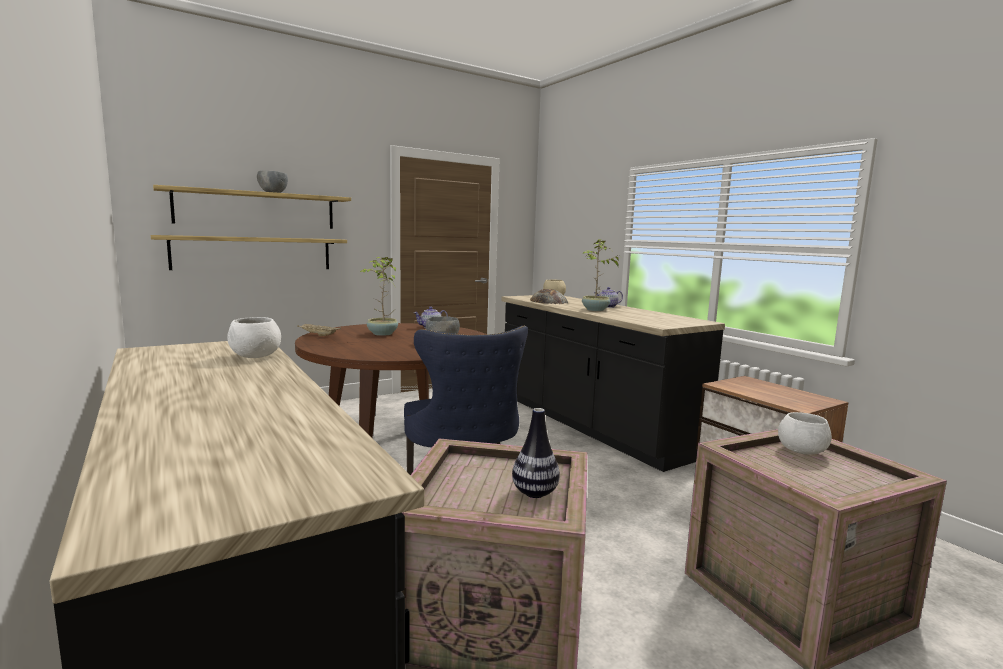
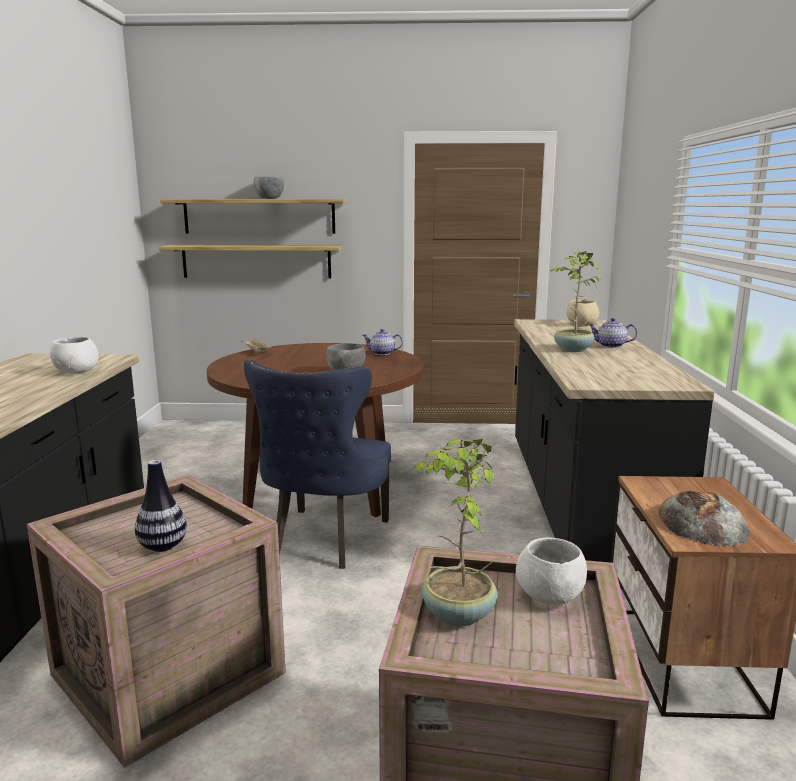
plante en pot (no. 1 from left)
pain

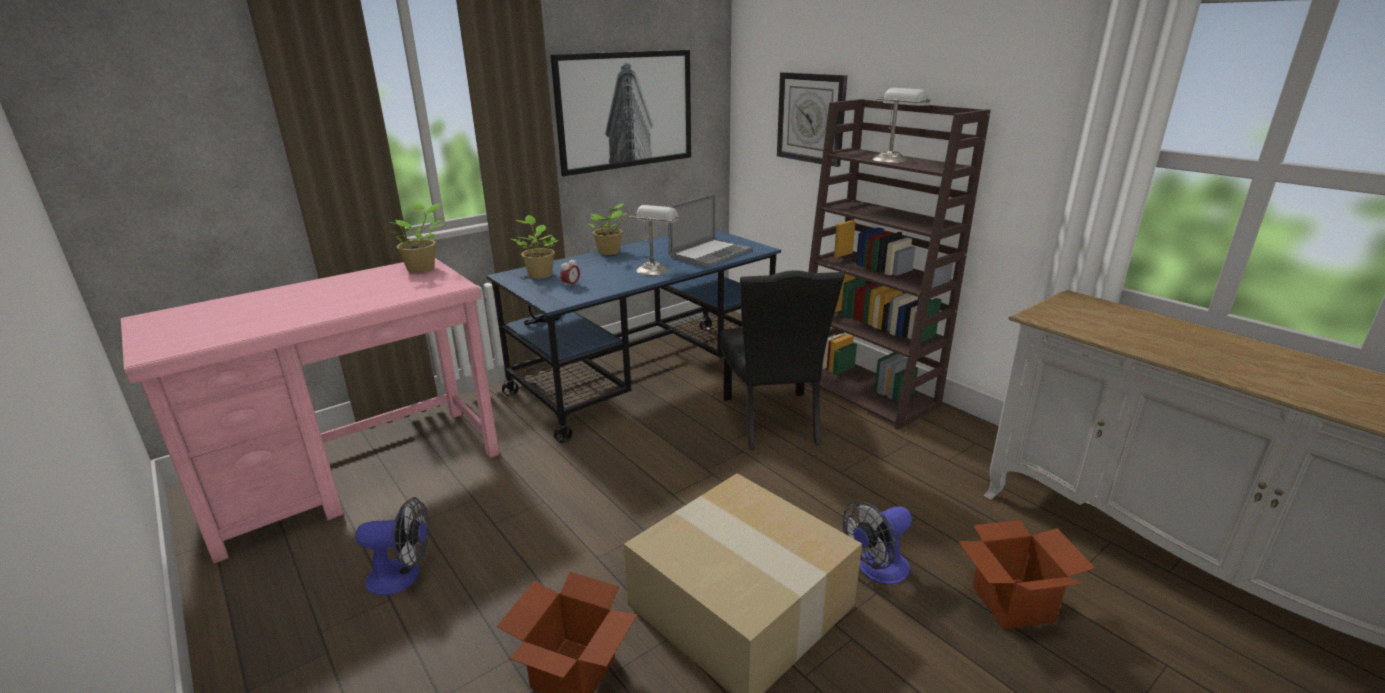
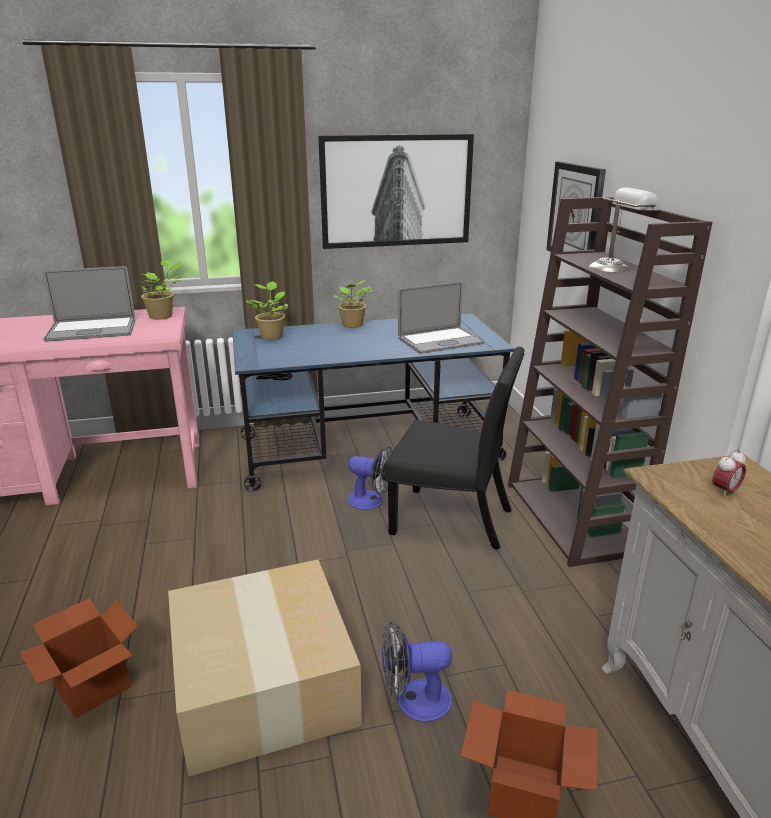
lampe de table/blanc (no. 1 from left in the first image)
réveil
chaise/noir
ventilateur (no. 1 from left)
ordinateur portable (no. 1 from left)

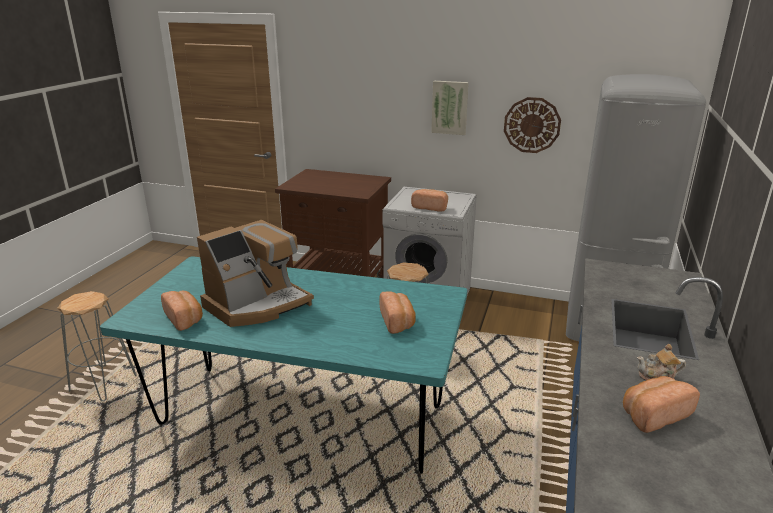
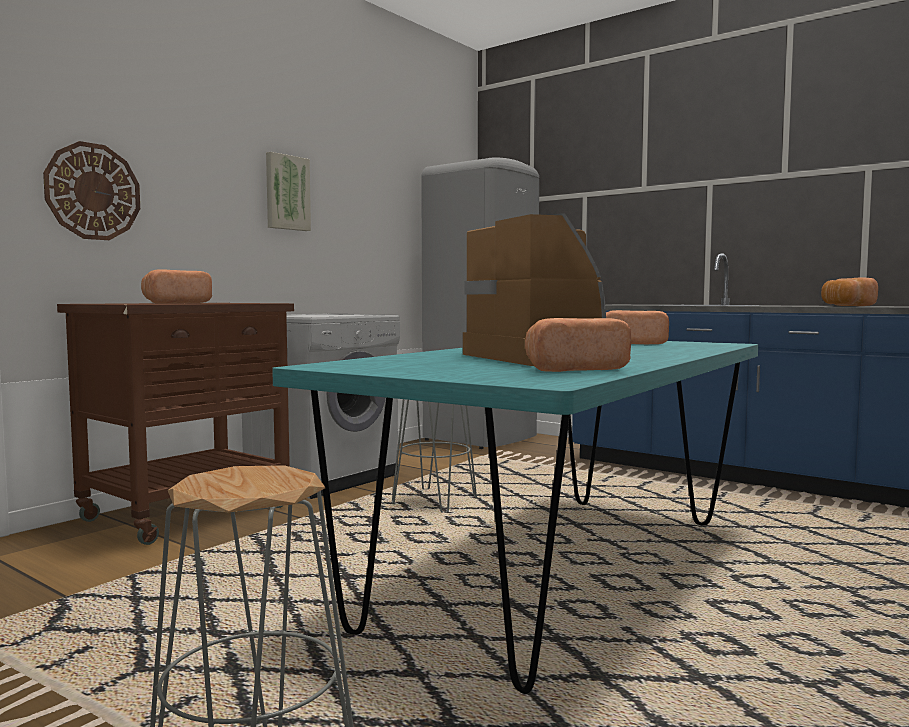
horloge murale
pain (no. 1 from left)
théière

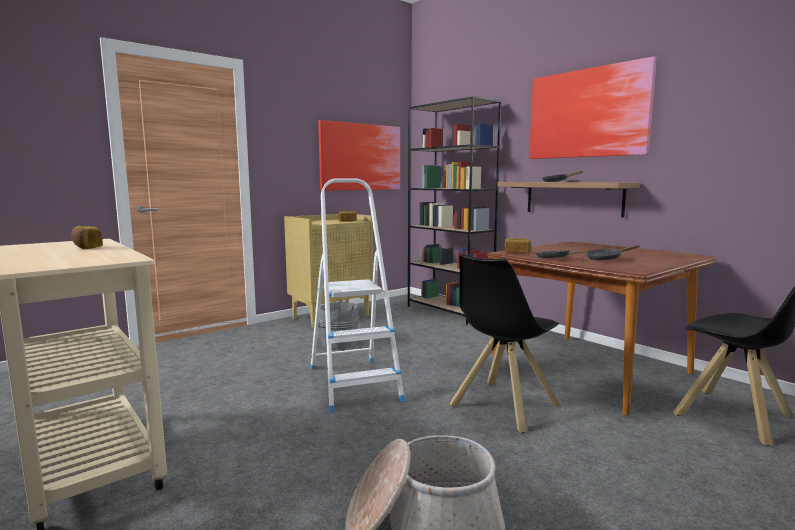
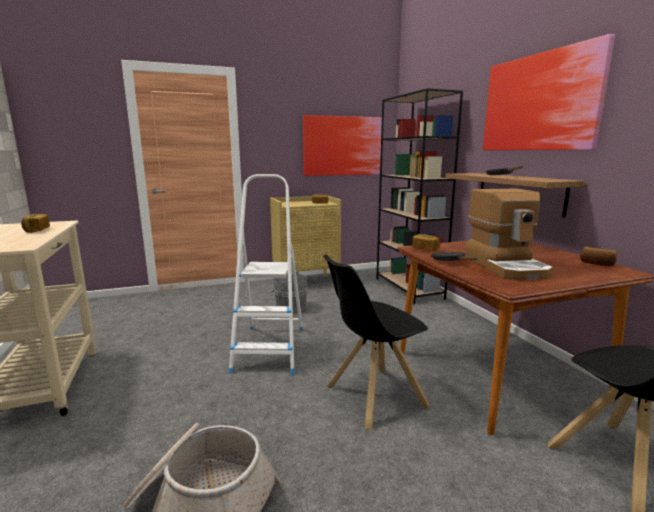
machine à café
pain (no. 4 from left)

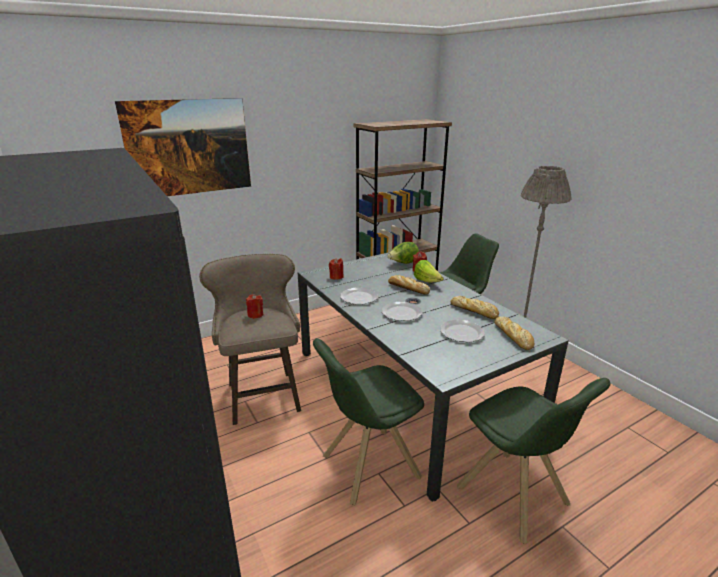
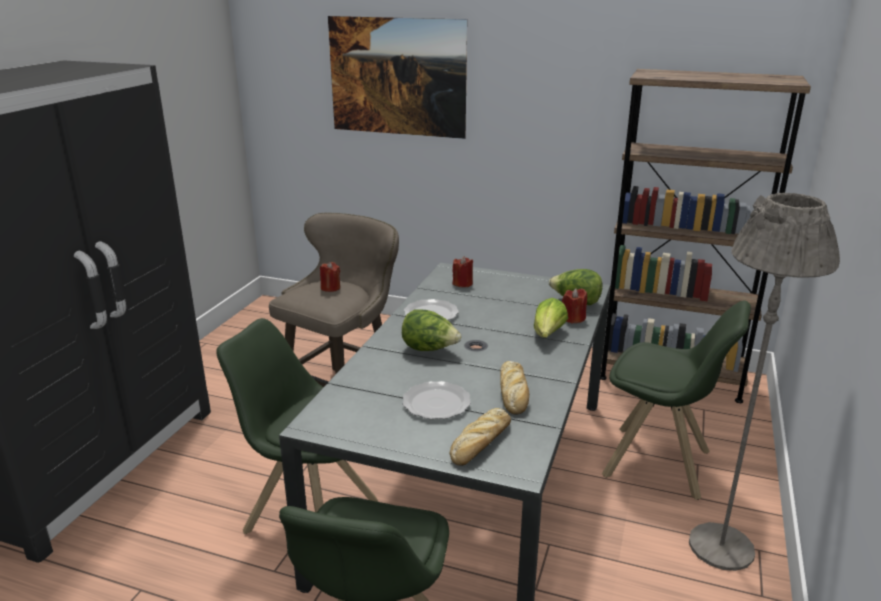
pain (no. 1 from left in the first image)
laitue (no. 1 from left)

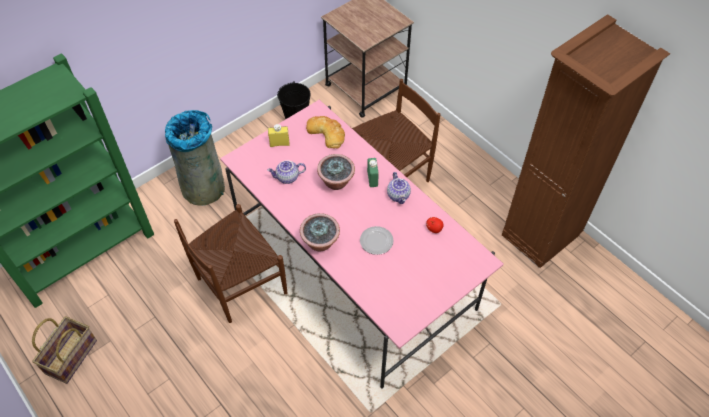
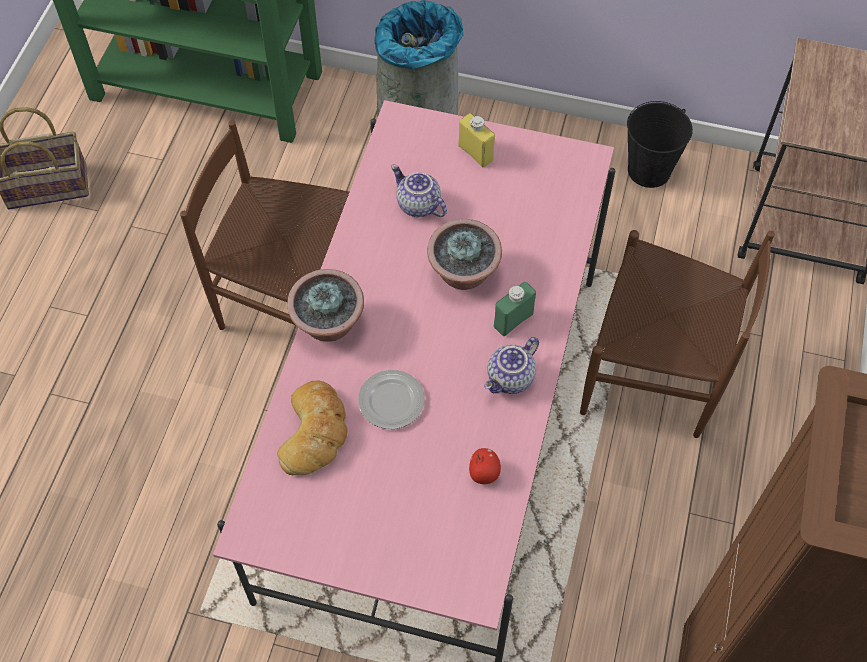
pain

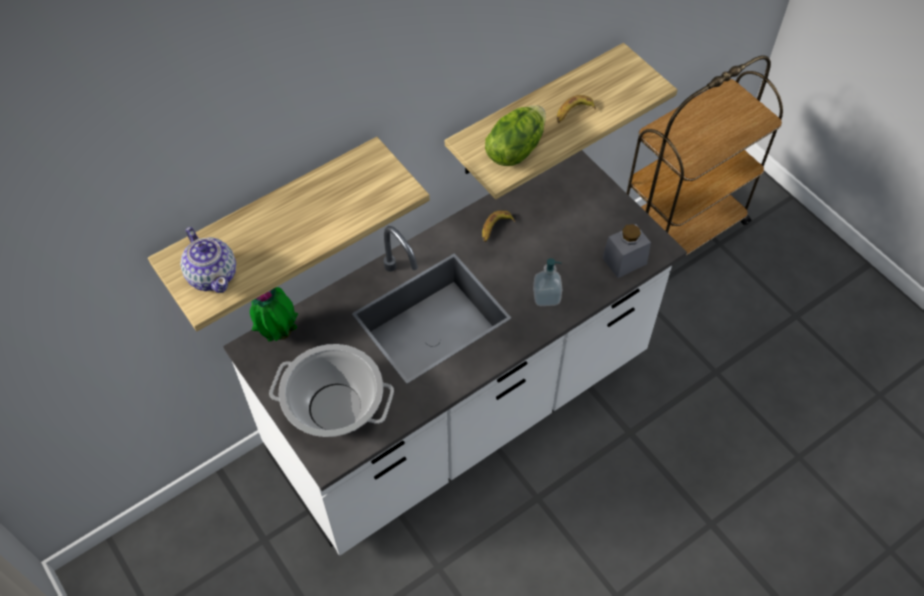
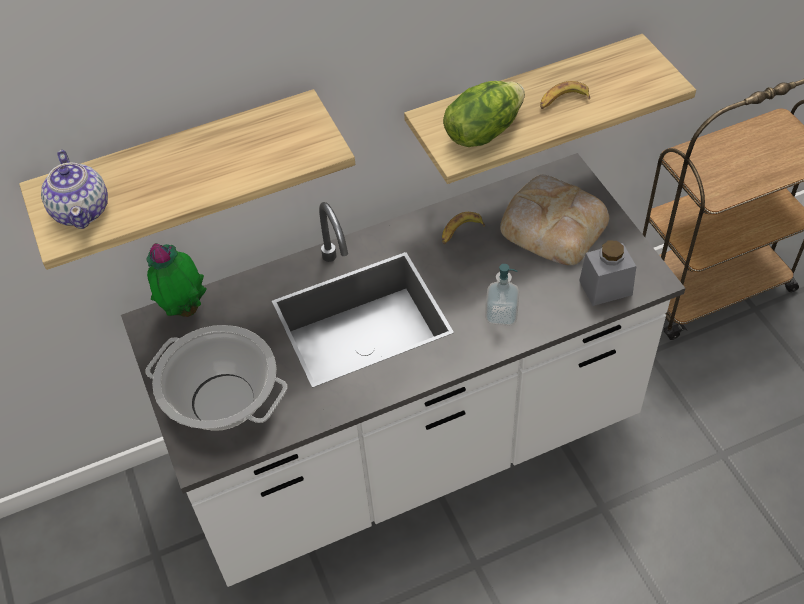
pain

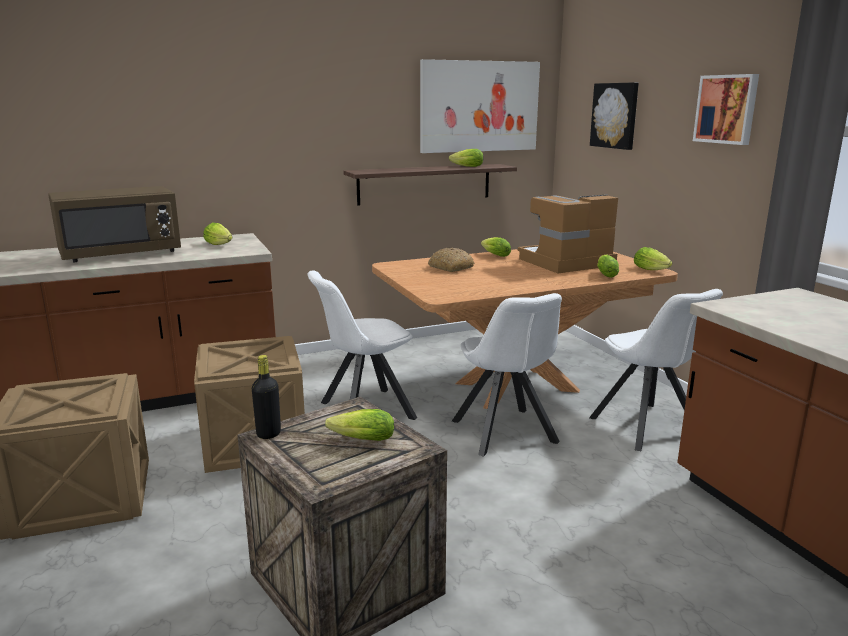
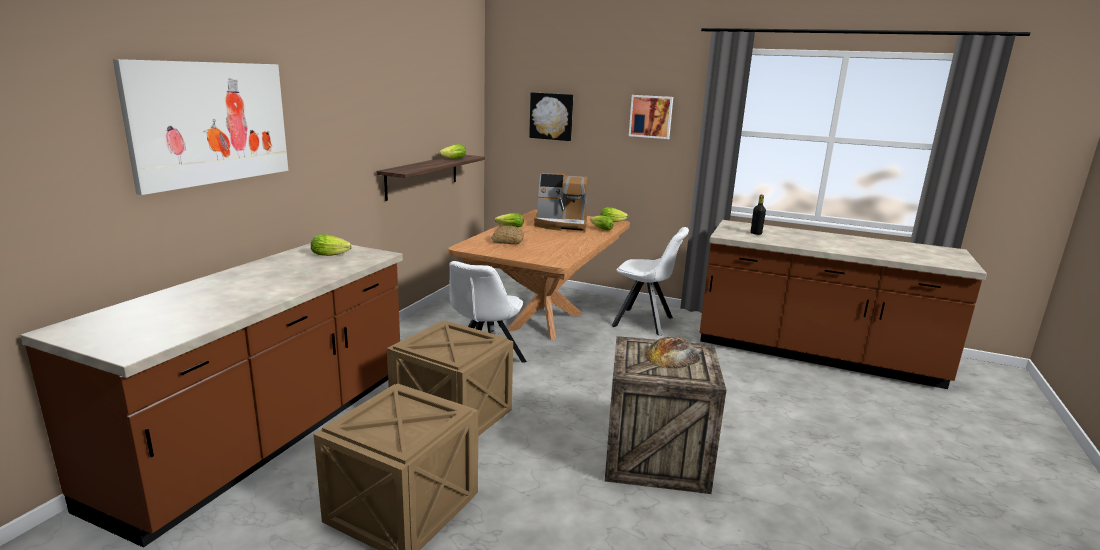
tableau (no. 1 from left)
micro-ondes/marron
machine à café
chaise/blanc (no. 2 from left in the first image)
bouteille/noir
pain (no. 2 from left)

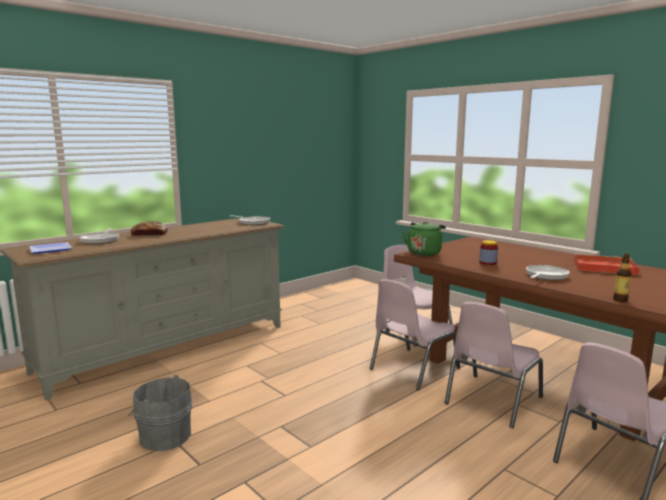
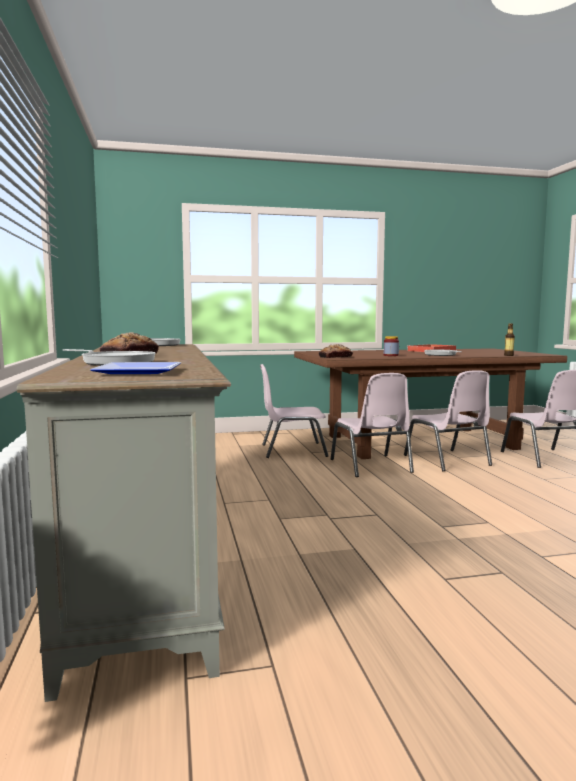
pain (no. 2 from left)
seau/gris

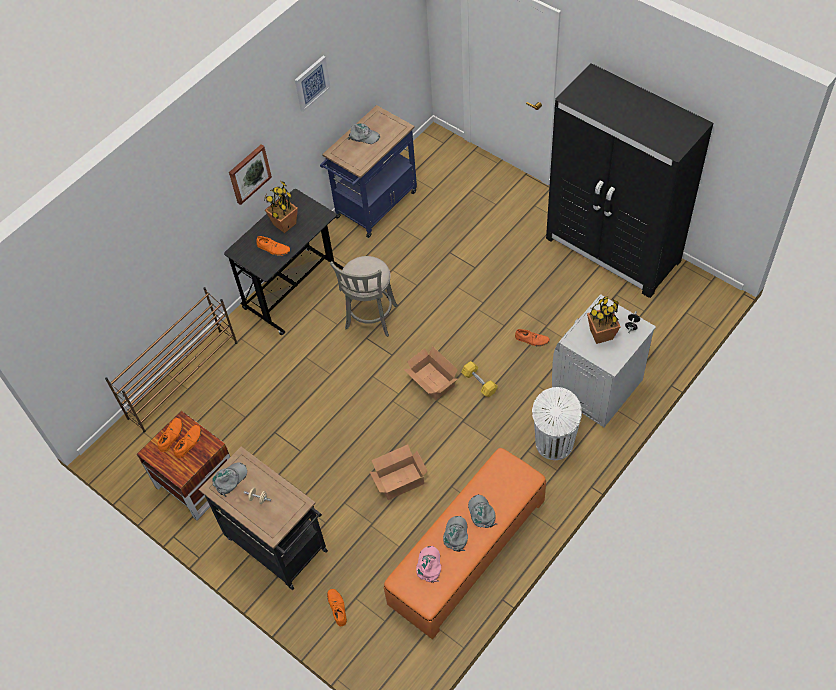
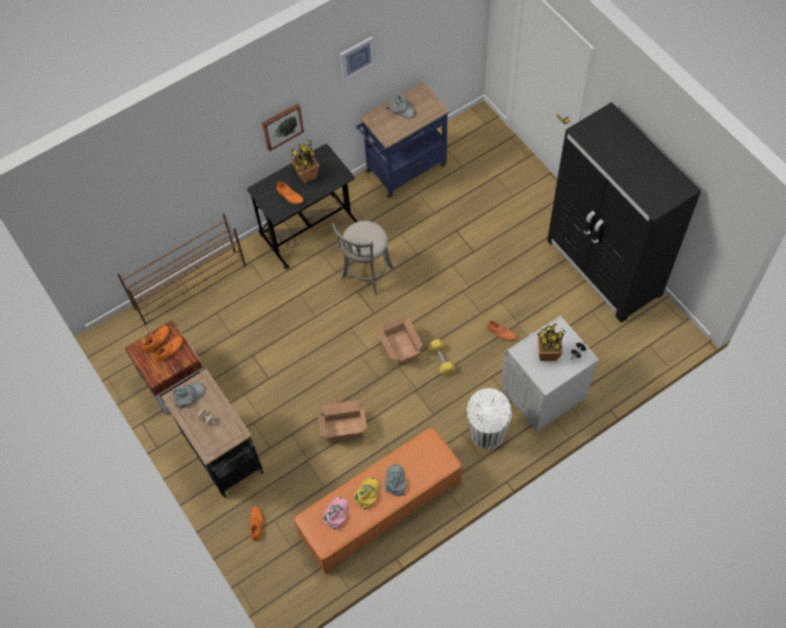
casquette/jaune

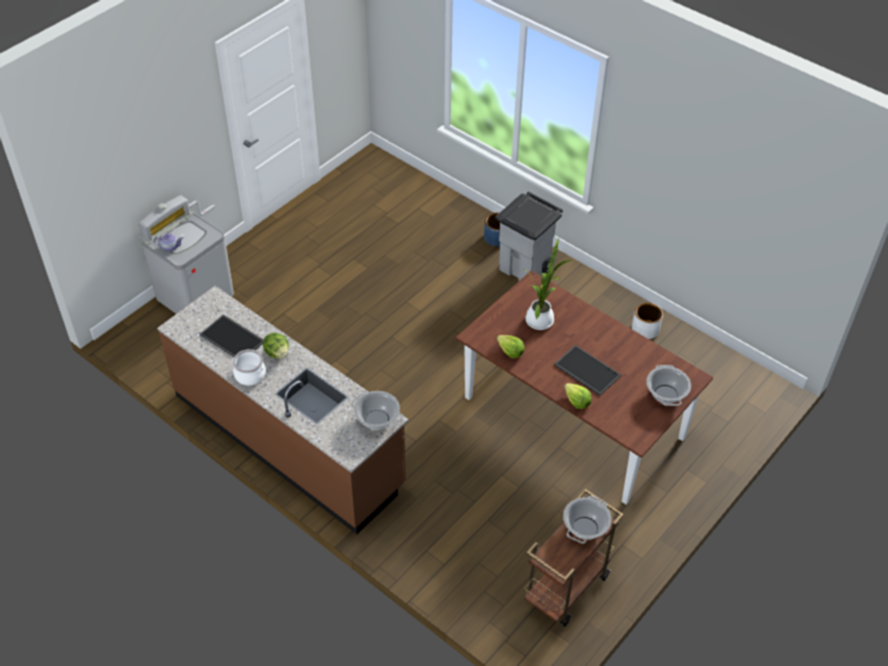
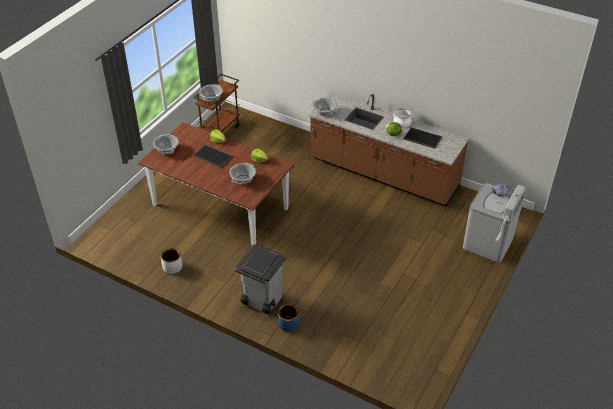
marmite (no. 3 from left)

